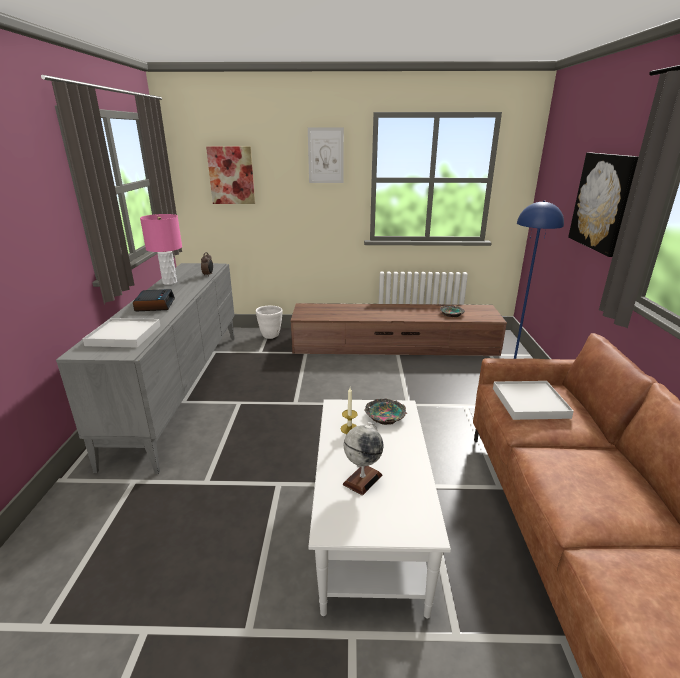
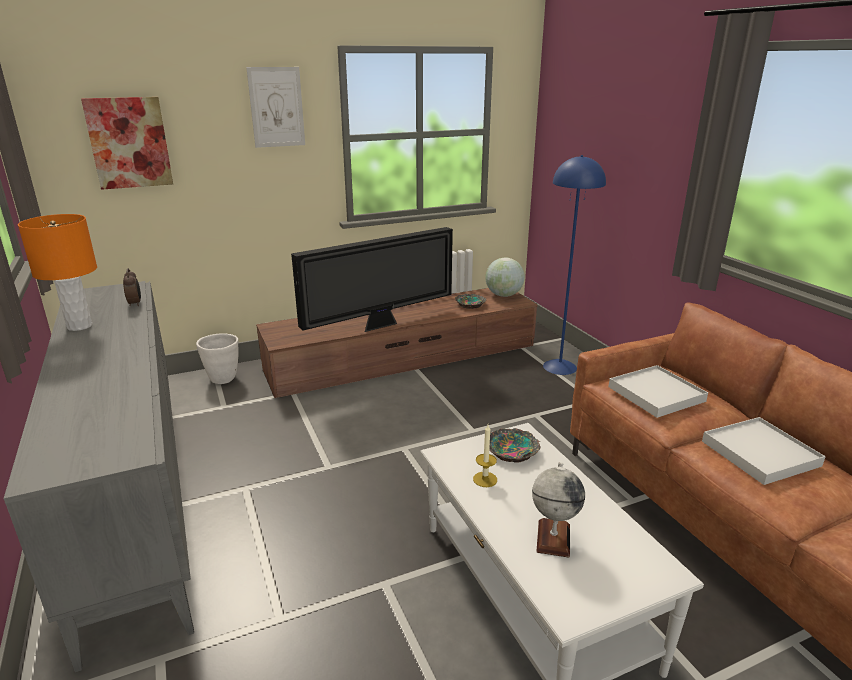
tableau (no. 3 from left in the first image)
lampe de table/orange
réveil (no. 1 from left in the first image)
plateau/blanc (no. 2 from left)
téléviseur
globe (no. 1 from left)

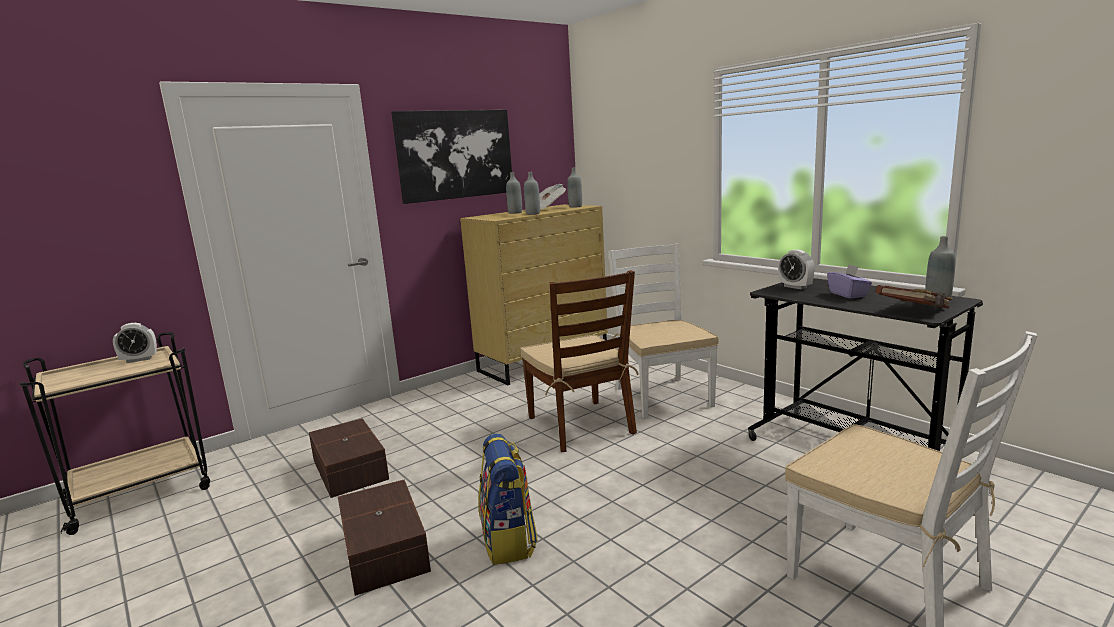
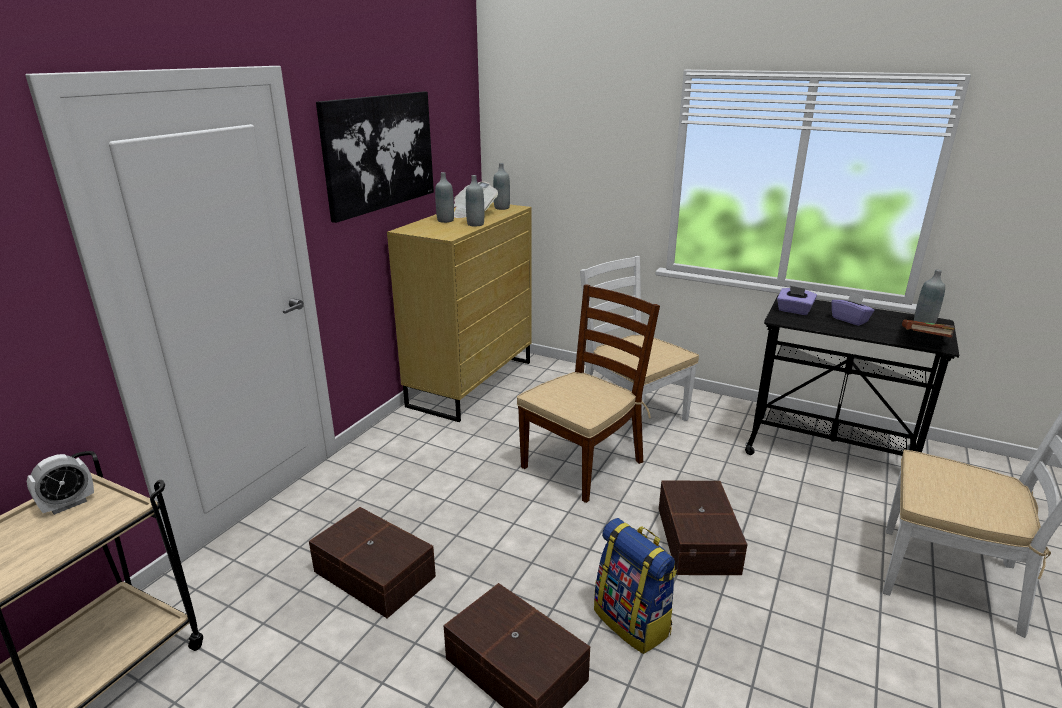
boîte à mouchoirs/violet (no. 1 from left)
chaise/marron
boîte de rangement/marron (no. 3 from left)

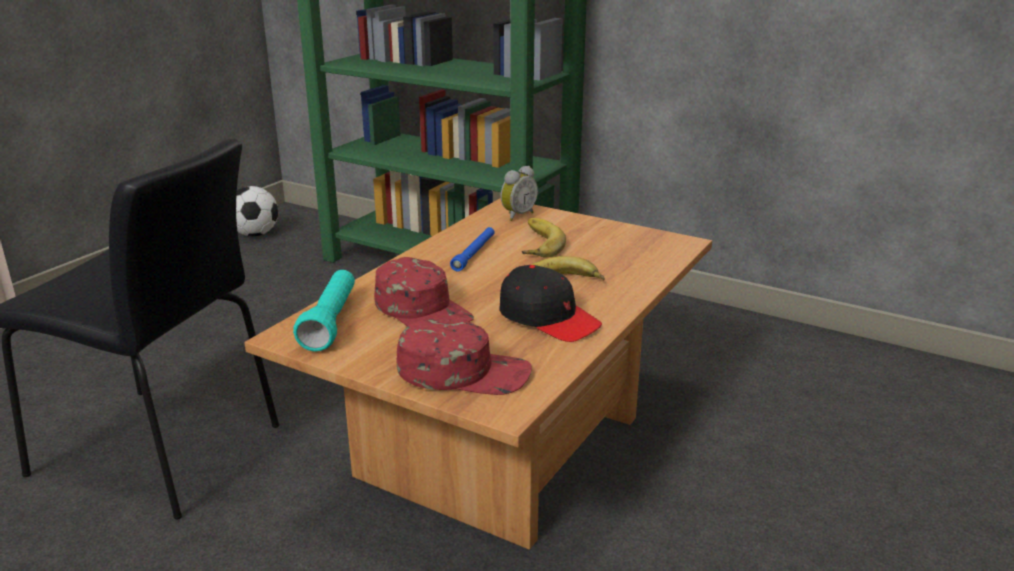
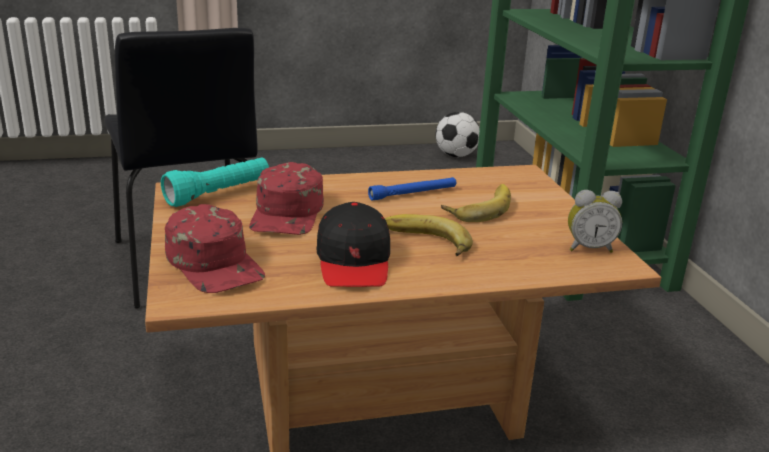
réveil

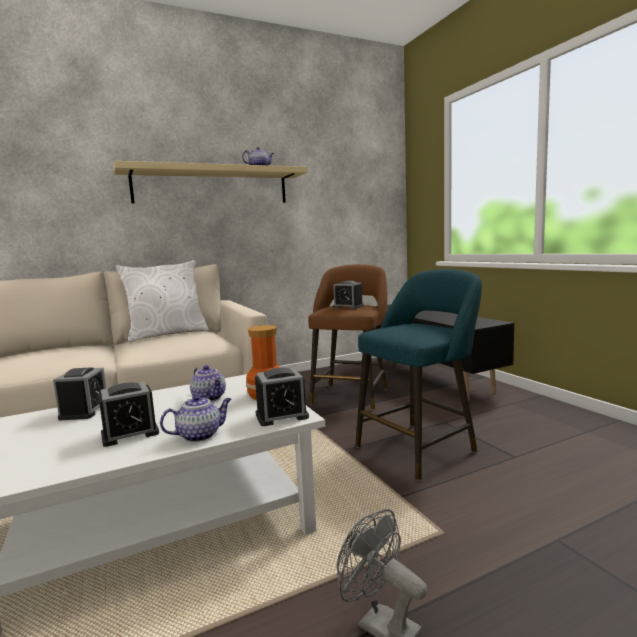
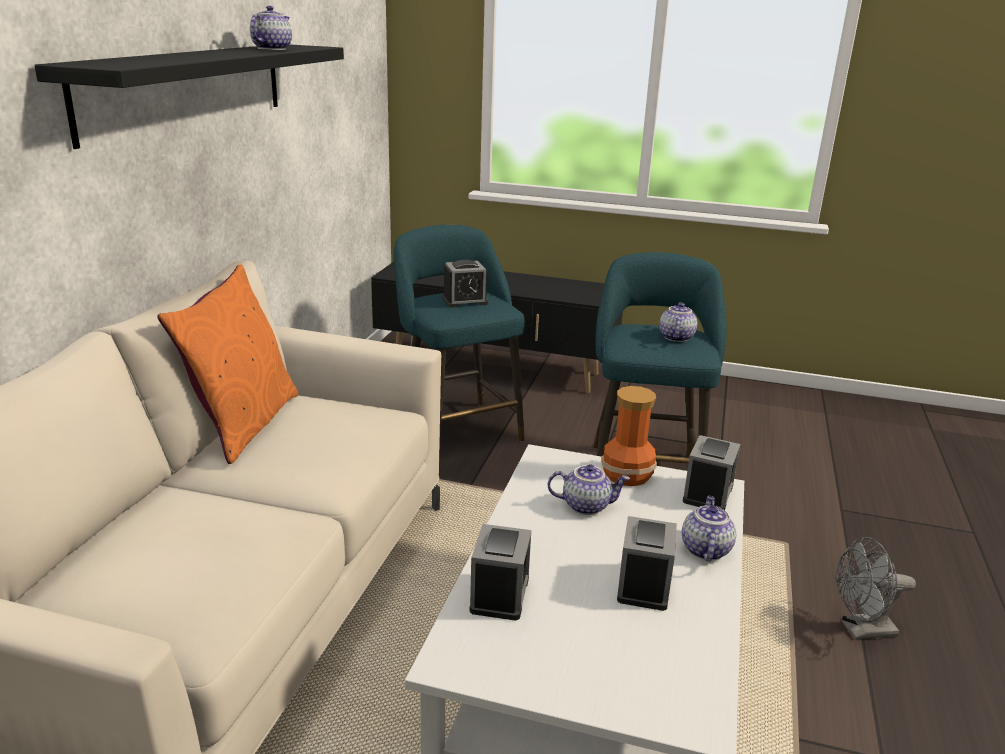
étagère/noir
coussin/orange
tabouret/turquoise (no. 1 from left)
réveil (no. 2 from left)
théière (no. 3 from left)

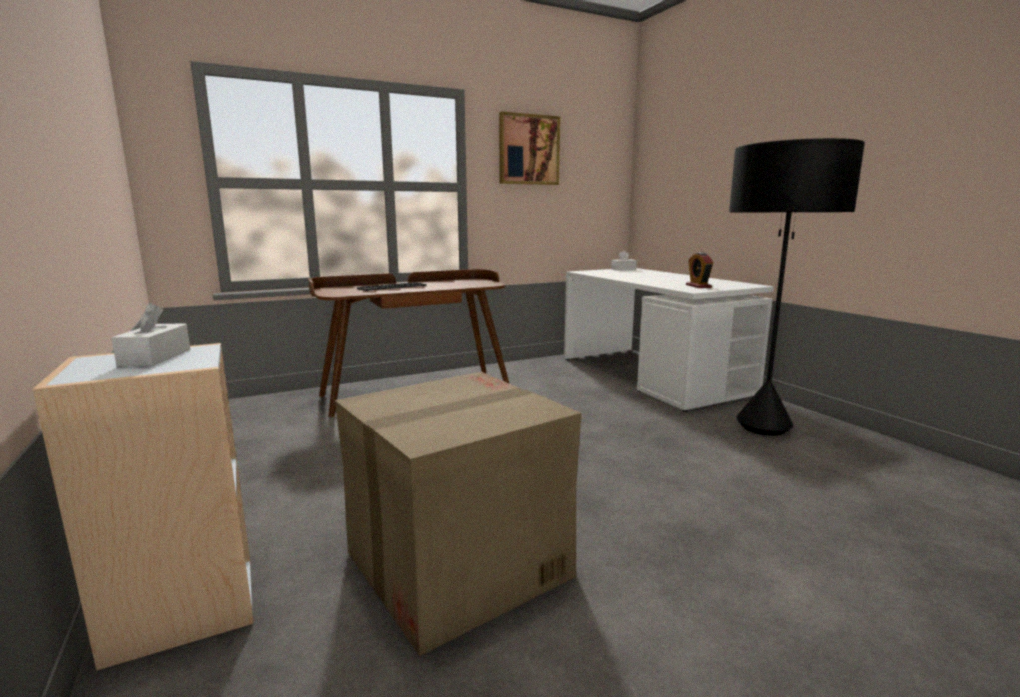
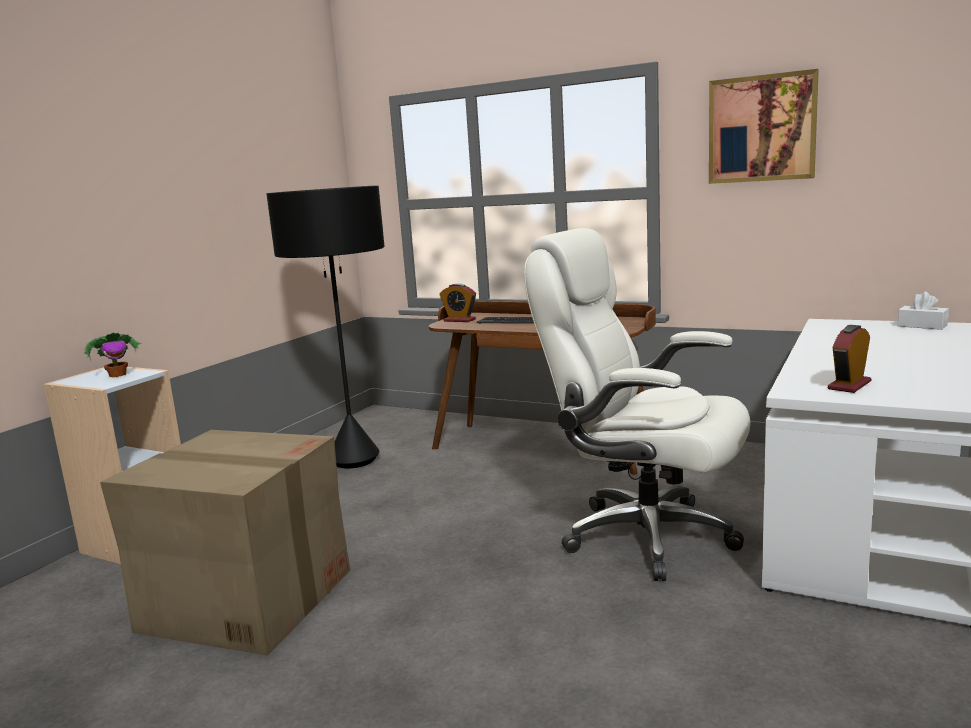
lampadaire/noir
plante en pot
chaise de bureau/blanc
réveil (no. 1 from left)

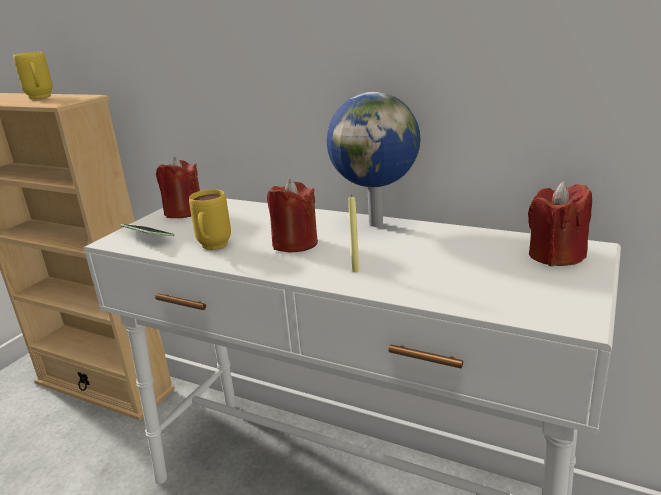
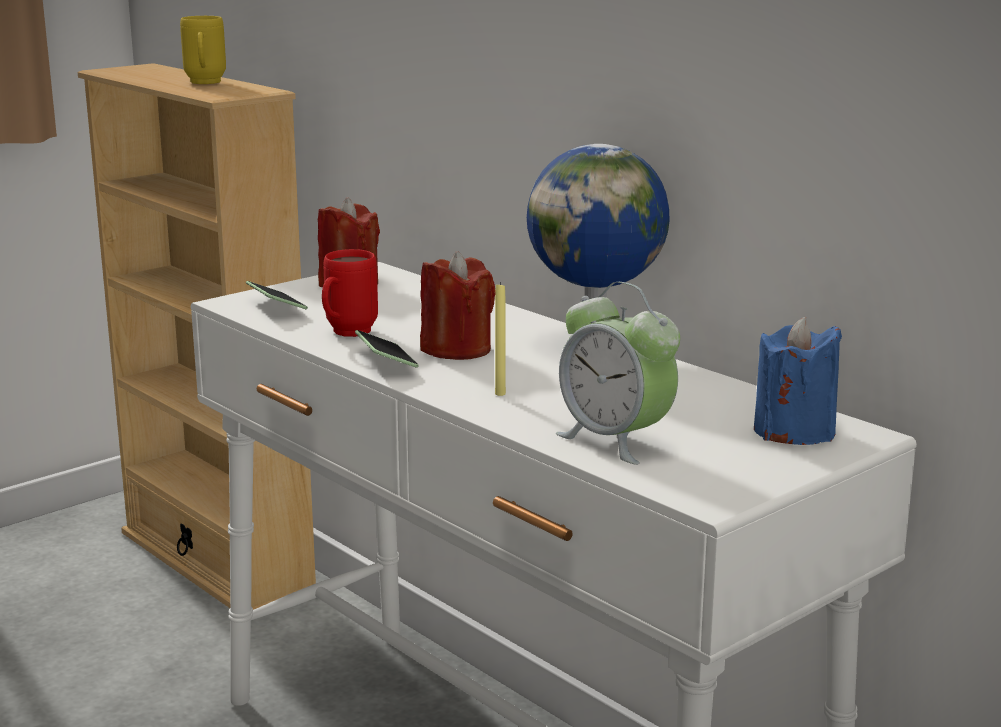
bougie/bleu
mug/rouge
réveil
téléphone (no. 2 from left)

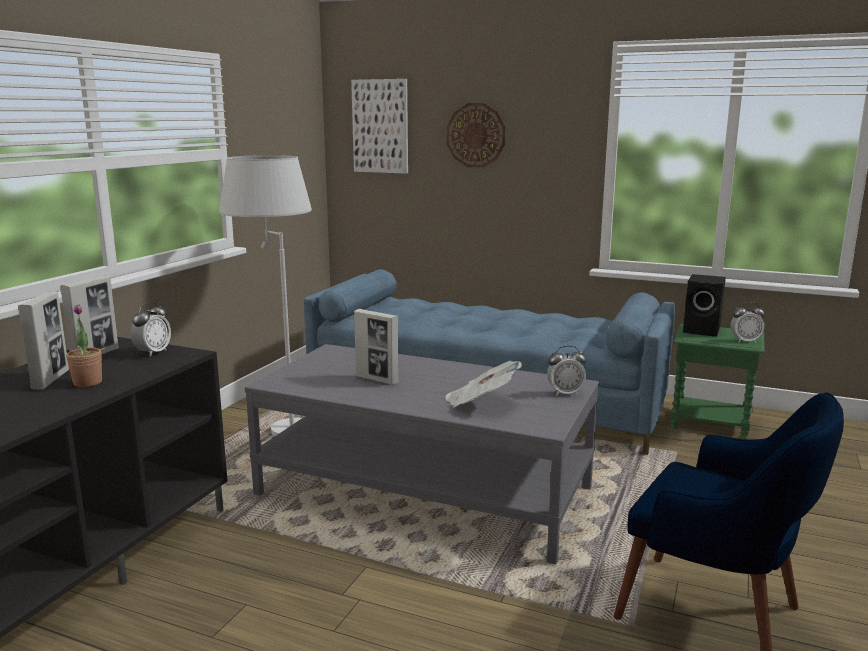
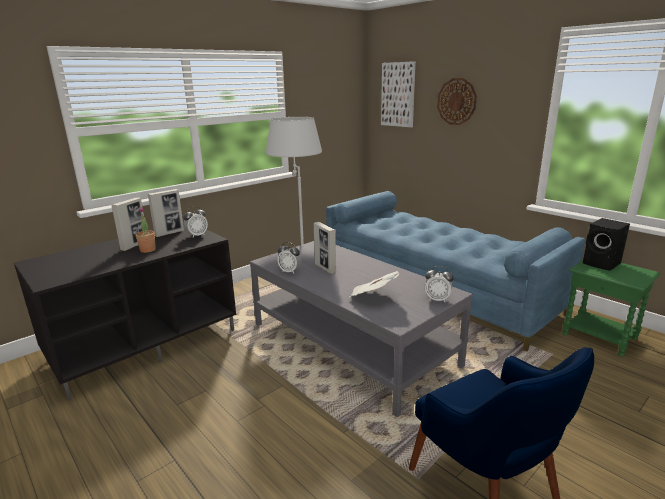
réveil (no. 2 from left)

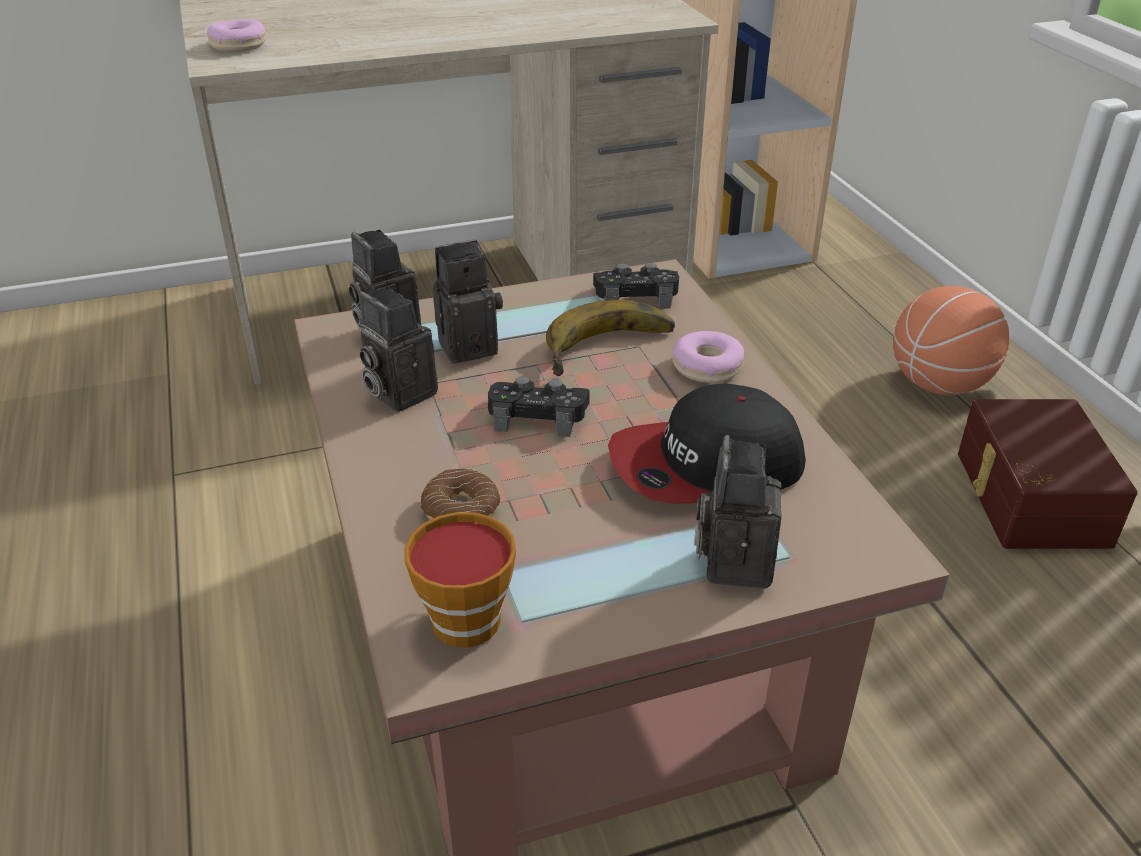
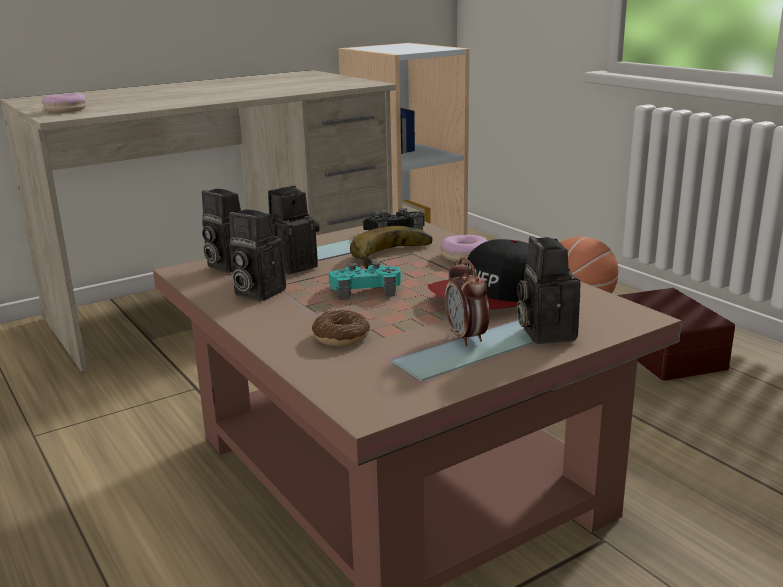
manette/turquoise
tasse
réveil

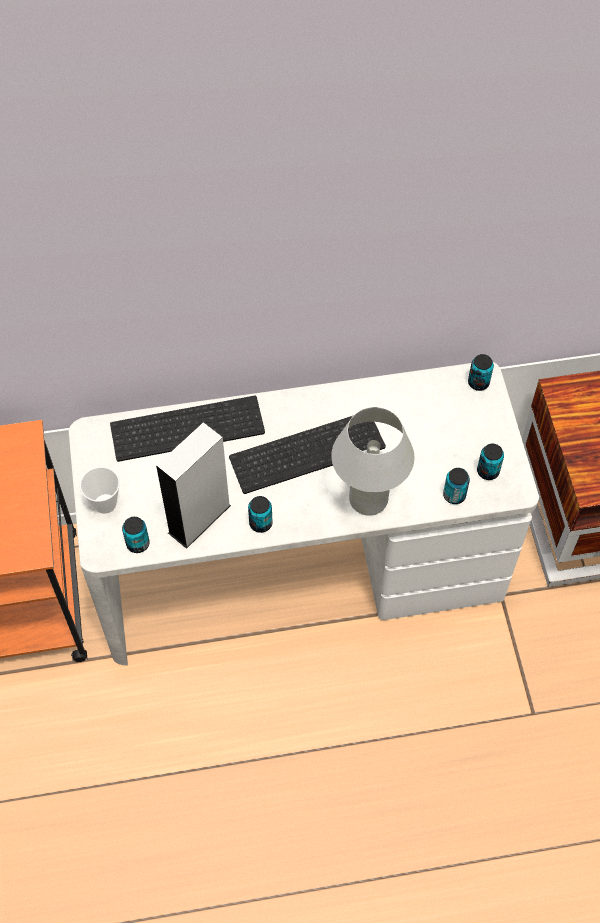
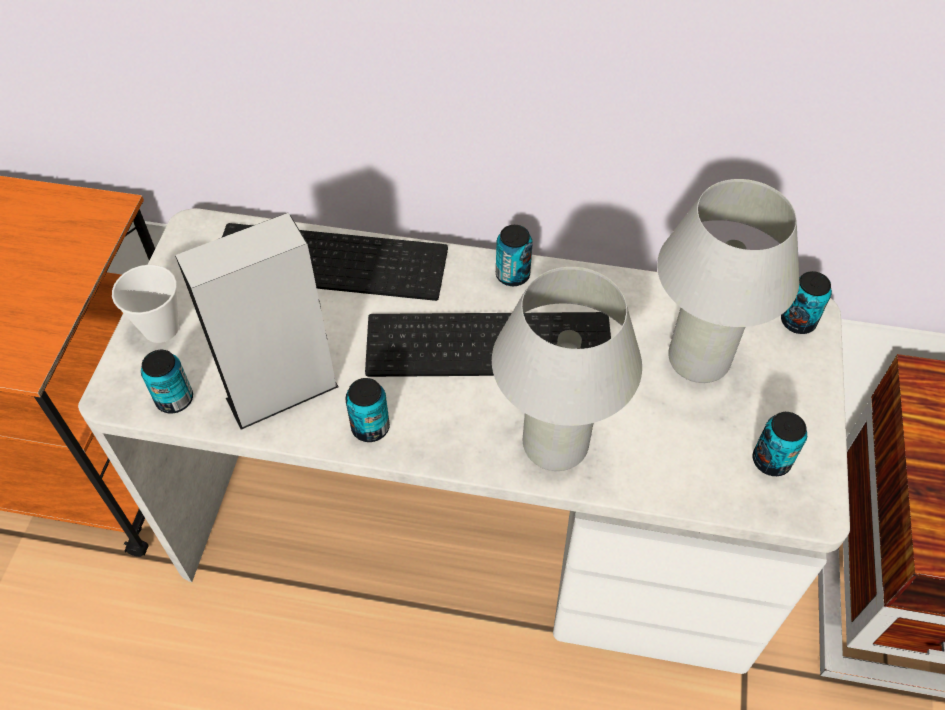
boîte métallique (no. 3 from left)
lampe de table/blanc (no. 2 from left)

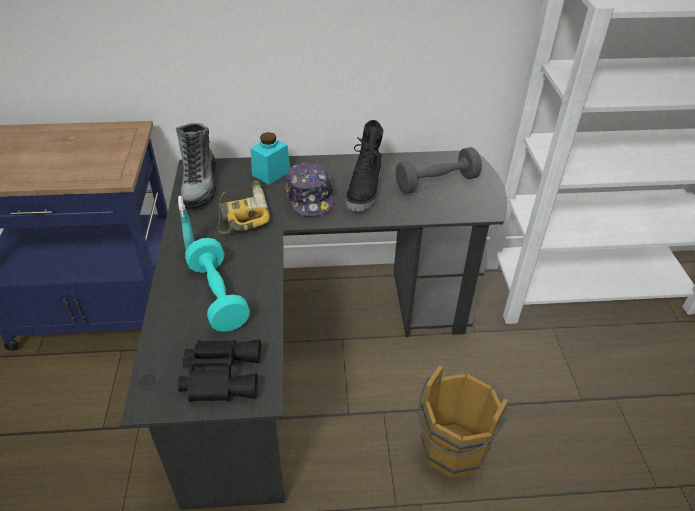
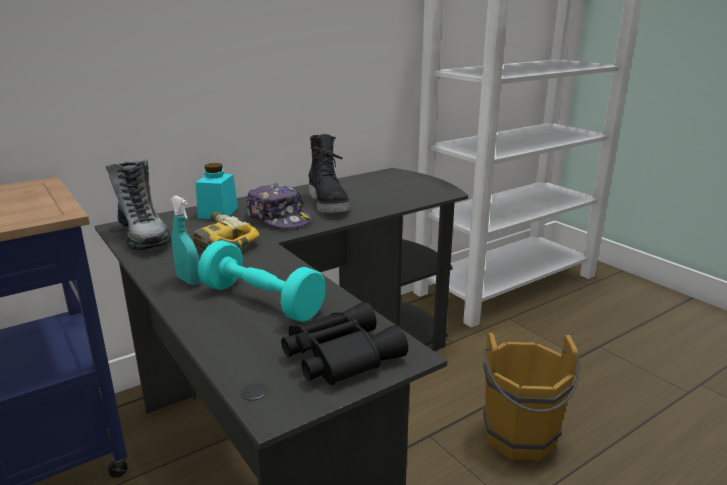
haltère/gris

